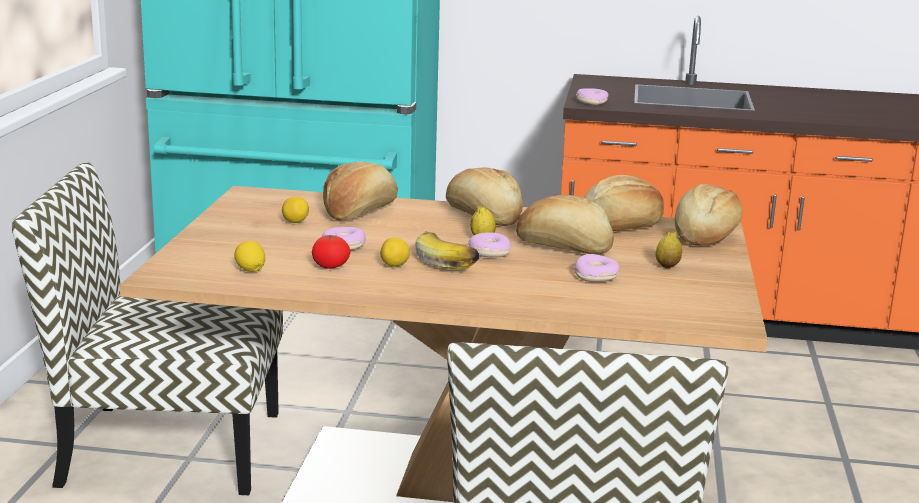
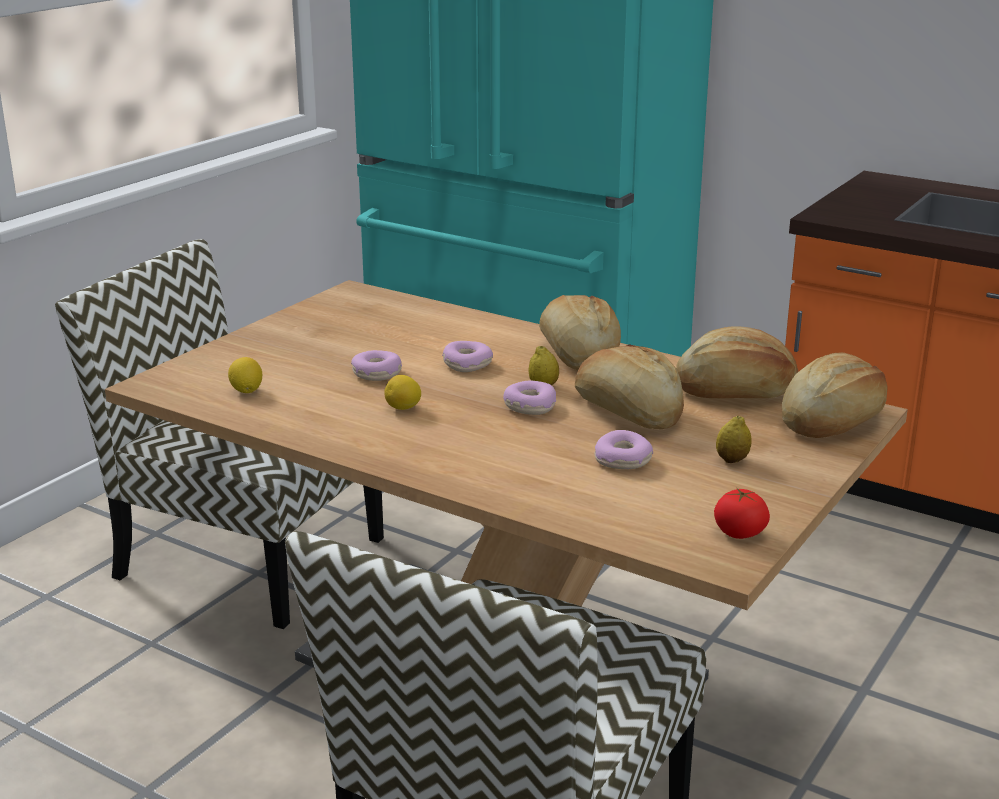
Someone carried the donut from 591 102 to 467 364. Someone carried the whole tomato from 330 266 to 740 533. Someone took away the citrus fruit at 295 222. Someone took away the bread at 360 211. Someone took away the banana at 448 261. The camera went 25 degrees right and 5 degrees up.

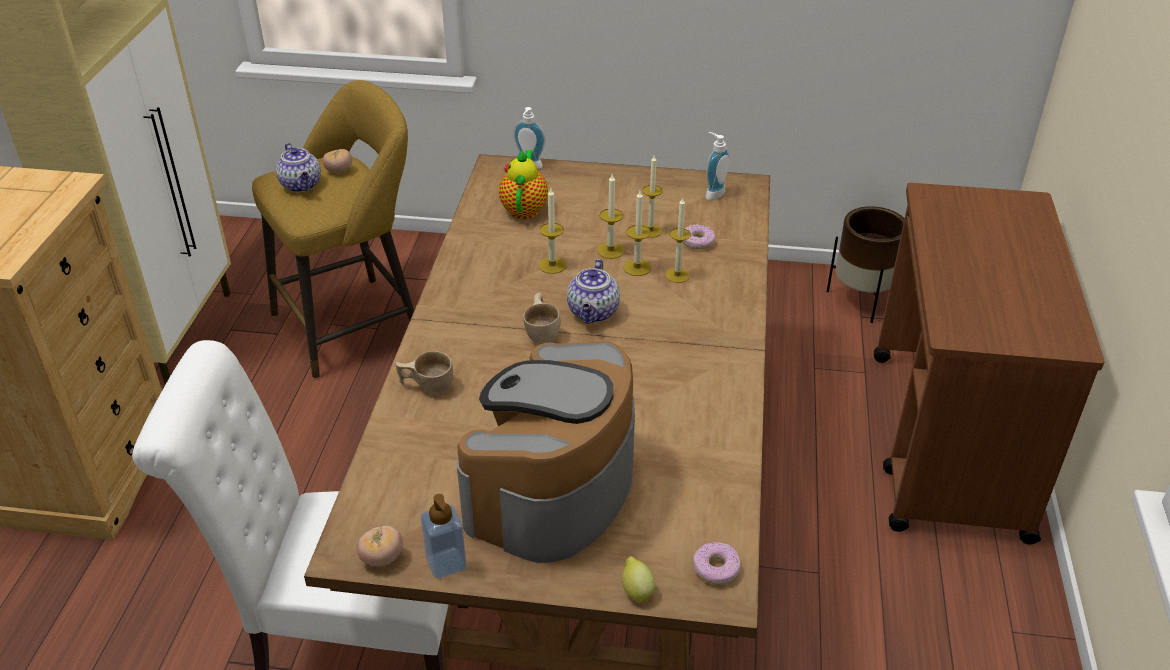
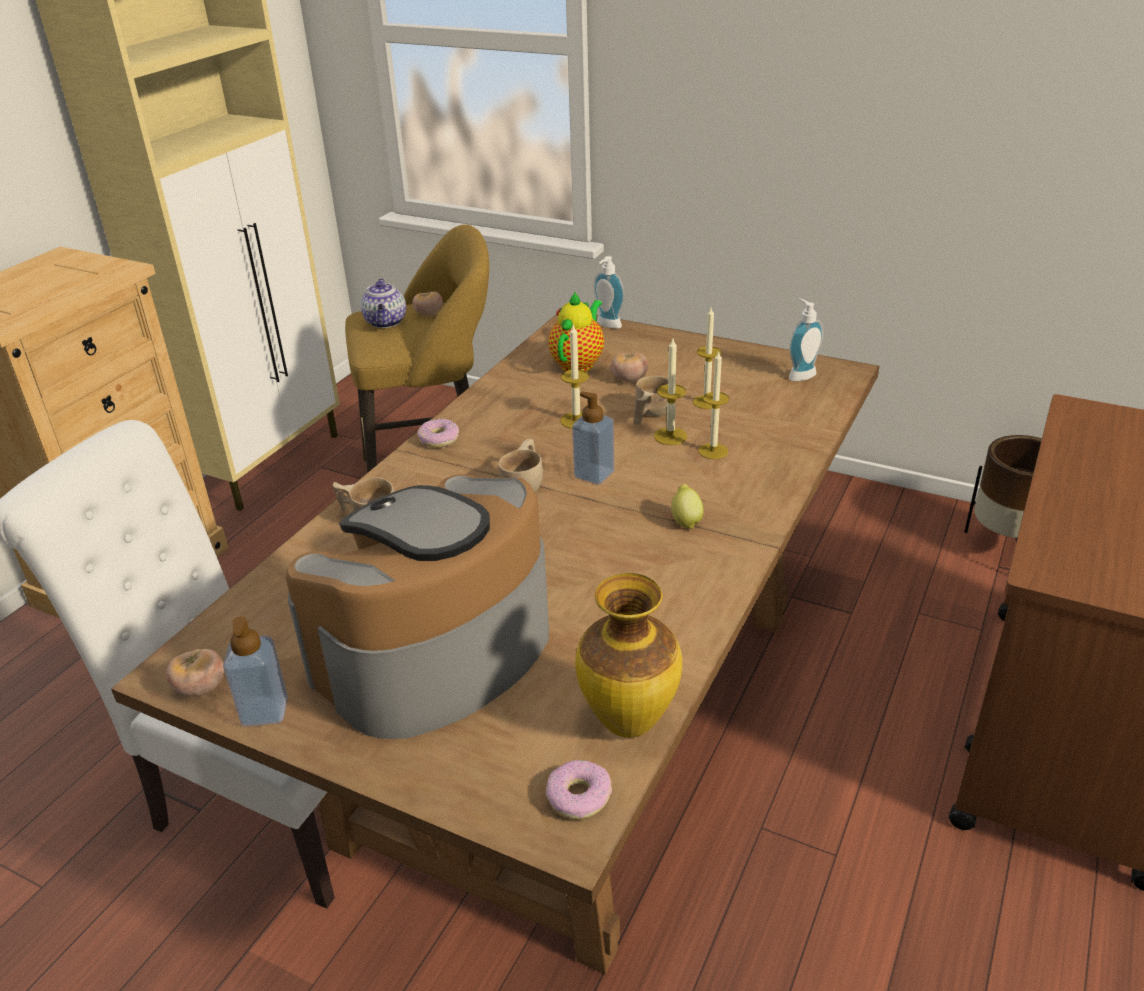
Someone carried the donut from 697 242 to 439 439. Someone swapped the pot for tea at 593 313 for the soap bottle at 594 474. Someone put down the vase at 629 721. Someone put down the whole tomato at 629 379. Someone swapped the wax light at 610 250 for the small cup (sand-coloured) at 650 415. Someone carried the citrus fruit from 636 591 to 686 521. The camera went 20 degrees right and 5 degrees down.

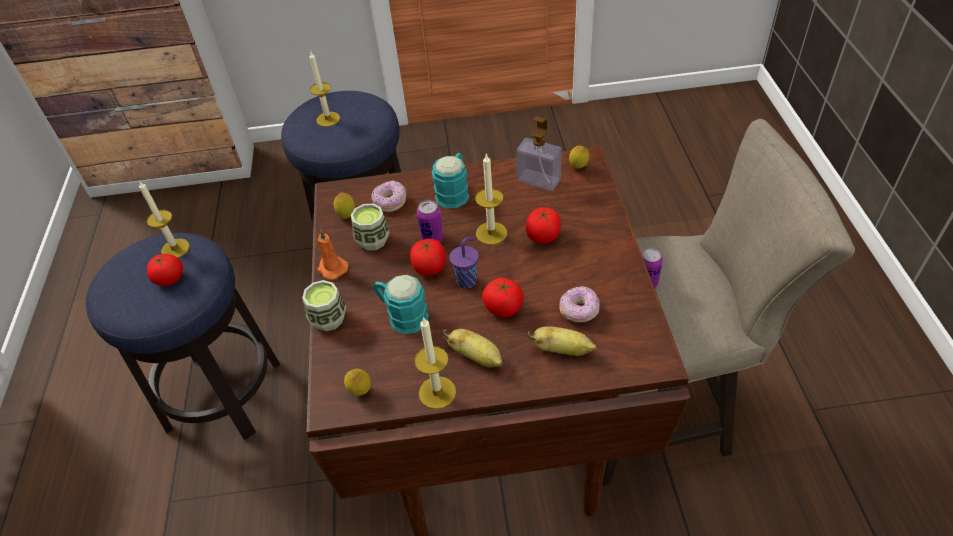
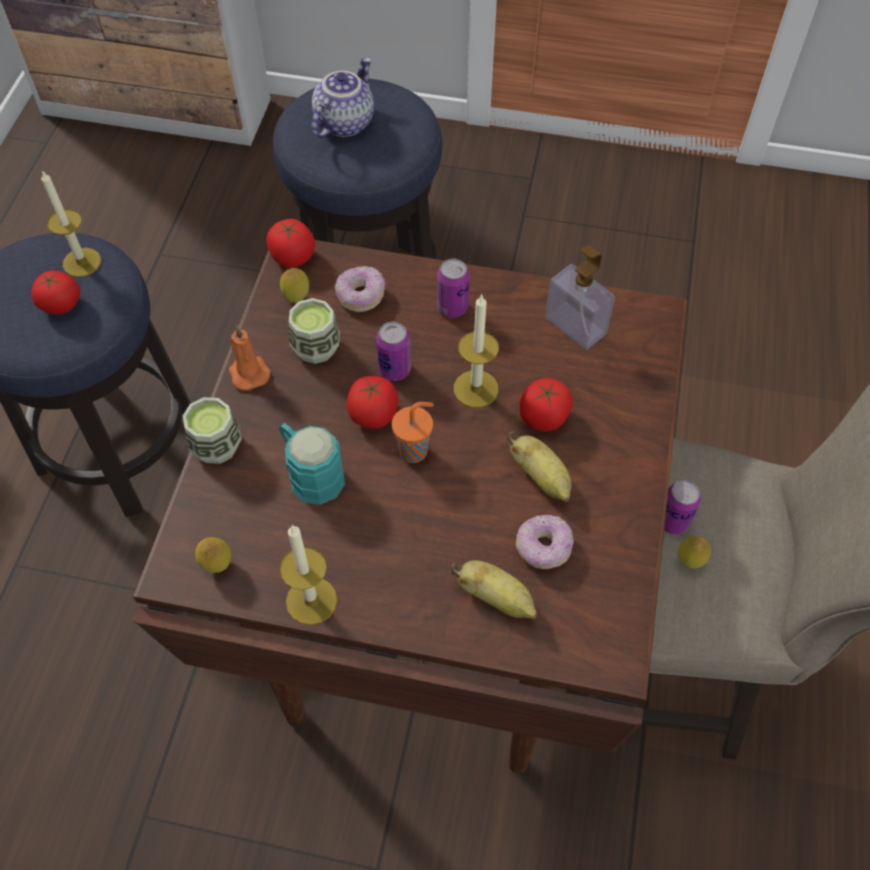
Someone carried the whole tomato from 503 308 to 292 257. Someone swapped the wax light at 328 119 for the pot for tea at 343 122. Someone repainted the small cup (purple-coloured) at 467 280, which became the small cup (orange-coloured) at 415 451. Someone swapped the mug (turquoise) at 454 192 for the can at 452 307. Someone carried the banana from 477 357 to 541 477. Someone carried the citrus fruit from 578 168 to 689 562. The camera went 15 degrees right and 10 degrees up.

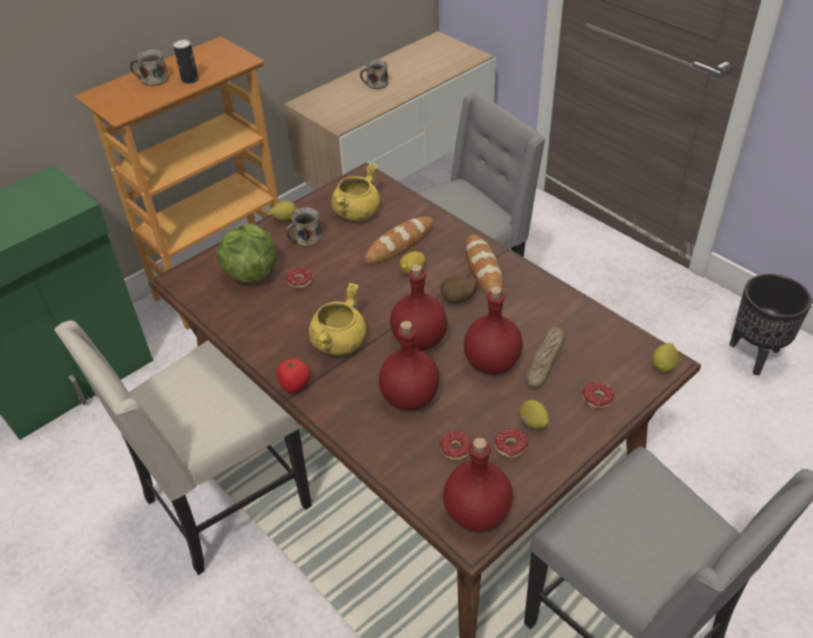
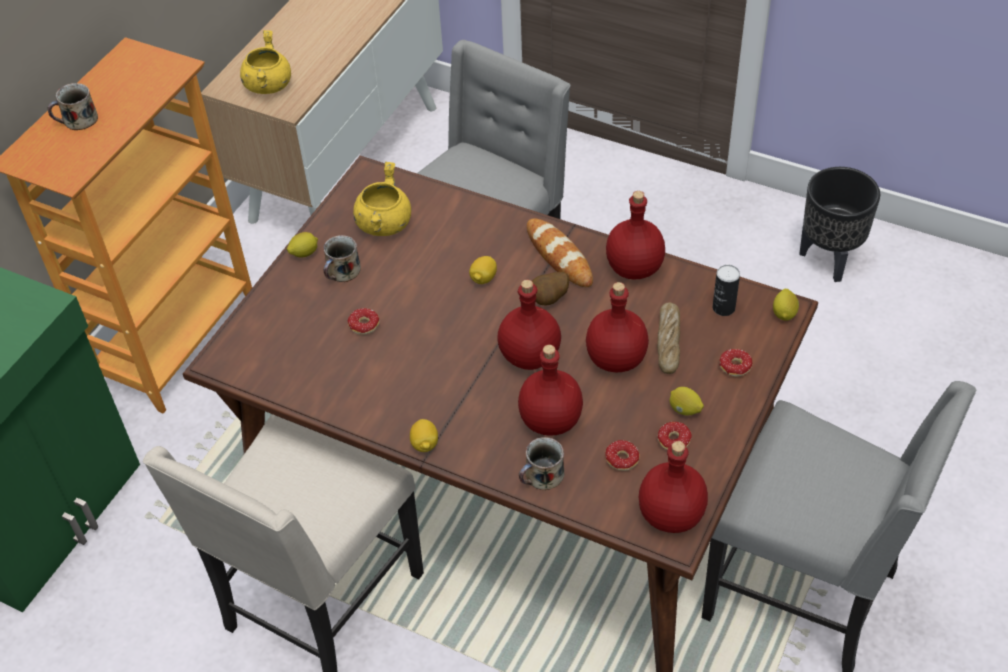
Someone carried the stockpot (yellow) from 339 342 to 268 85. Someone swapped the whole tomato at 295 386 for the citrus fruit at 424 444. Someone carried the mug from 376 84 to 542 476. Someone put down the beverage bottle (red) at 634 269. Someone carried the can from 190 79 to 723 308. Someone took away the lettuce head at 251 272. Someone took away the bread at 400 244. The camera went 20 degrees left and 5 degrees up.

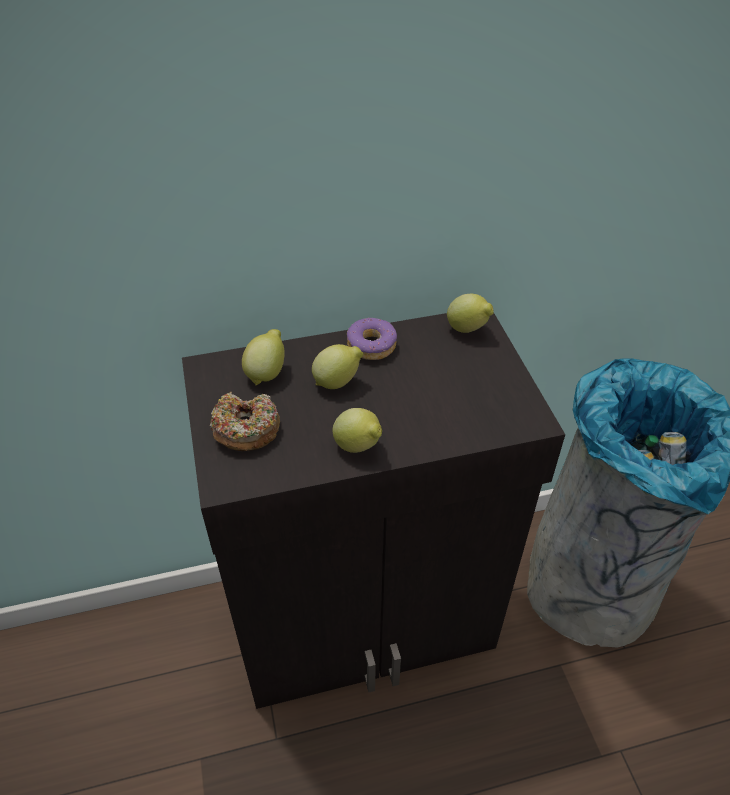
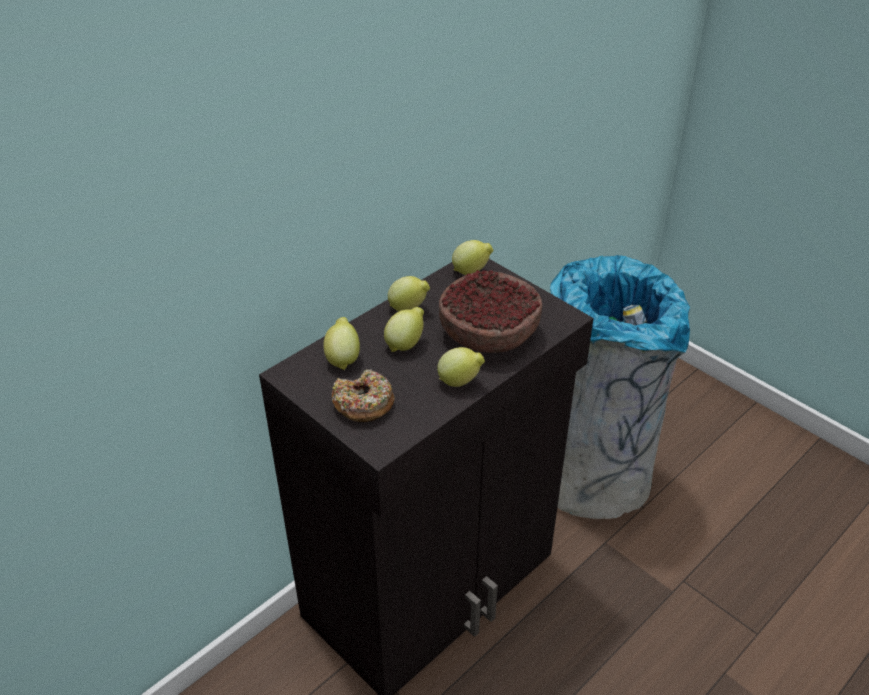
Someone swapped the donut at 372 346 for the citrus fruit at 409 309. Someone put down the bowl at 489 333. The camera went 30 degrees left and 5 degrees down.

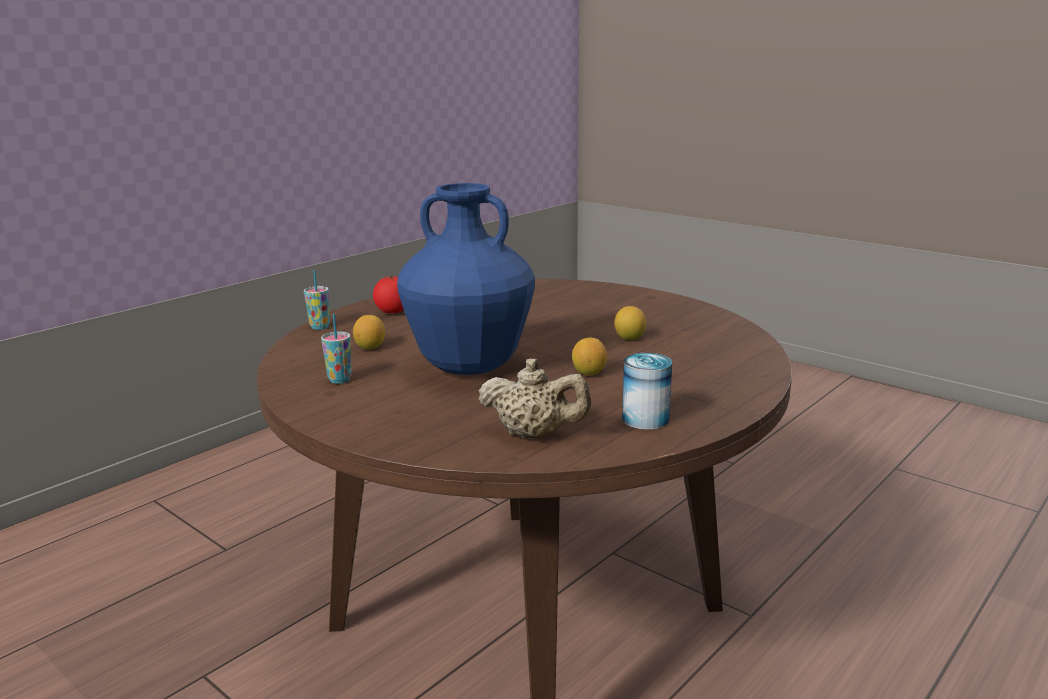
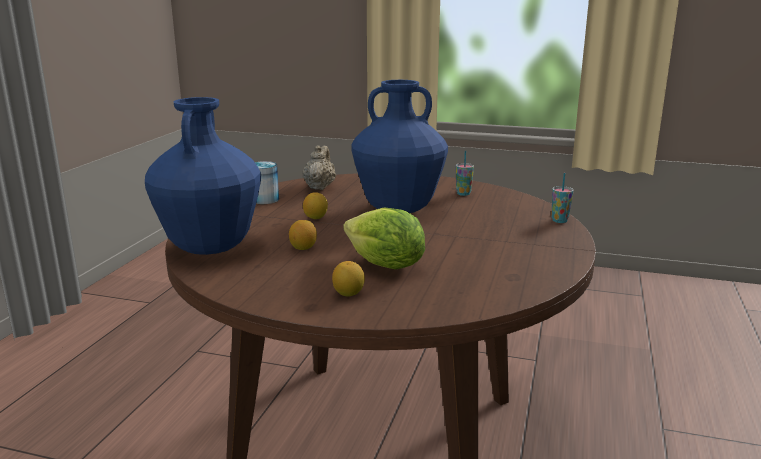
Someone put down the vase (blue) at 210 249. Someone rotated the pot for tea (sand-coloured) at 534 434 by 105 degrees clockwise. Someone carried the citrus fruit from 370 347 to 348 294. Someone put down the lettuce head at 385 266. Someone took away the whole tomato at 392 312. The camera went 155 degrees right and 0 degrees up.

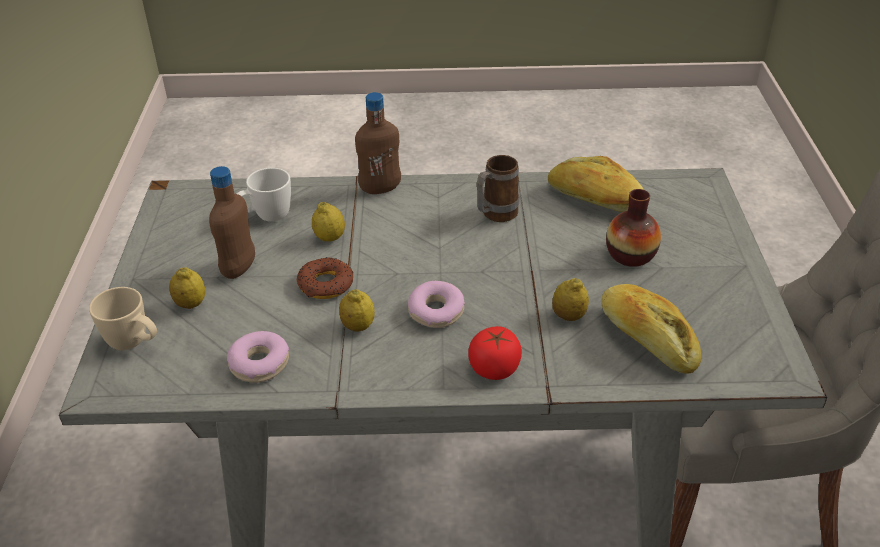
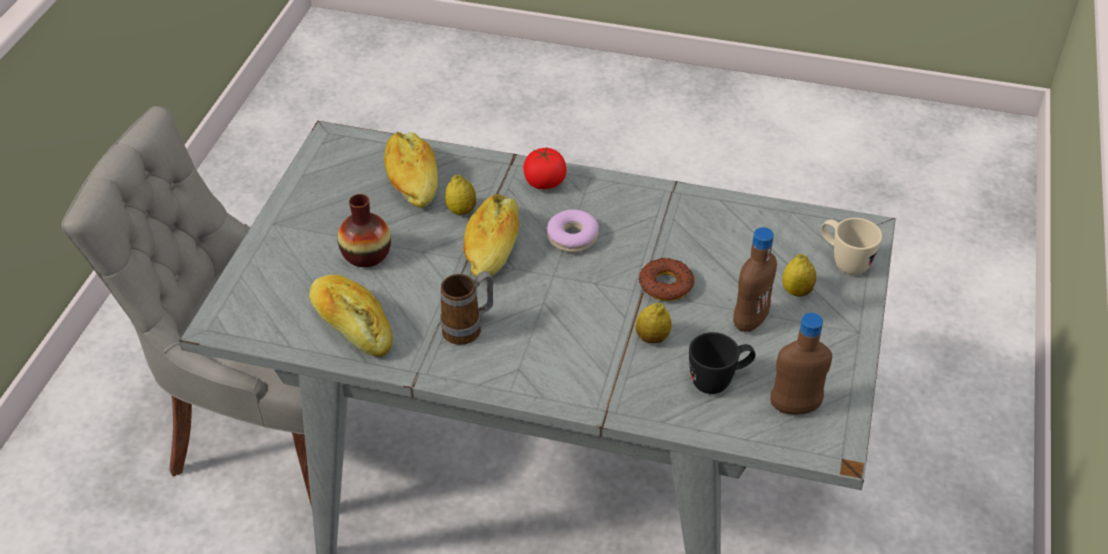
Someone put down the bread at 493 247. Someone repainted the mug (white-coloured) at 266 218, which became the mug (blackish) at 719 381. Someone carried the beverage bottle (brownish) from 380 189 to 795 407. Someone took away the donut at 260 364. Someone took away the citrus fruit at 358 326. The camera went 165 degrees left and 5 degrees up.

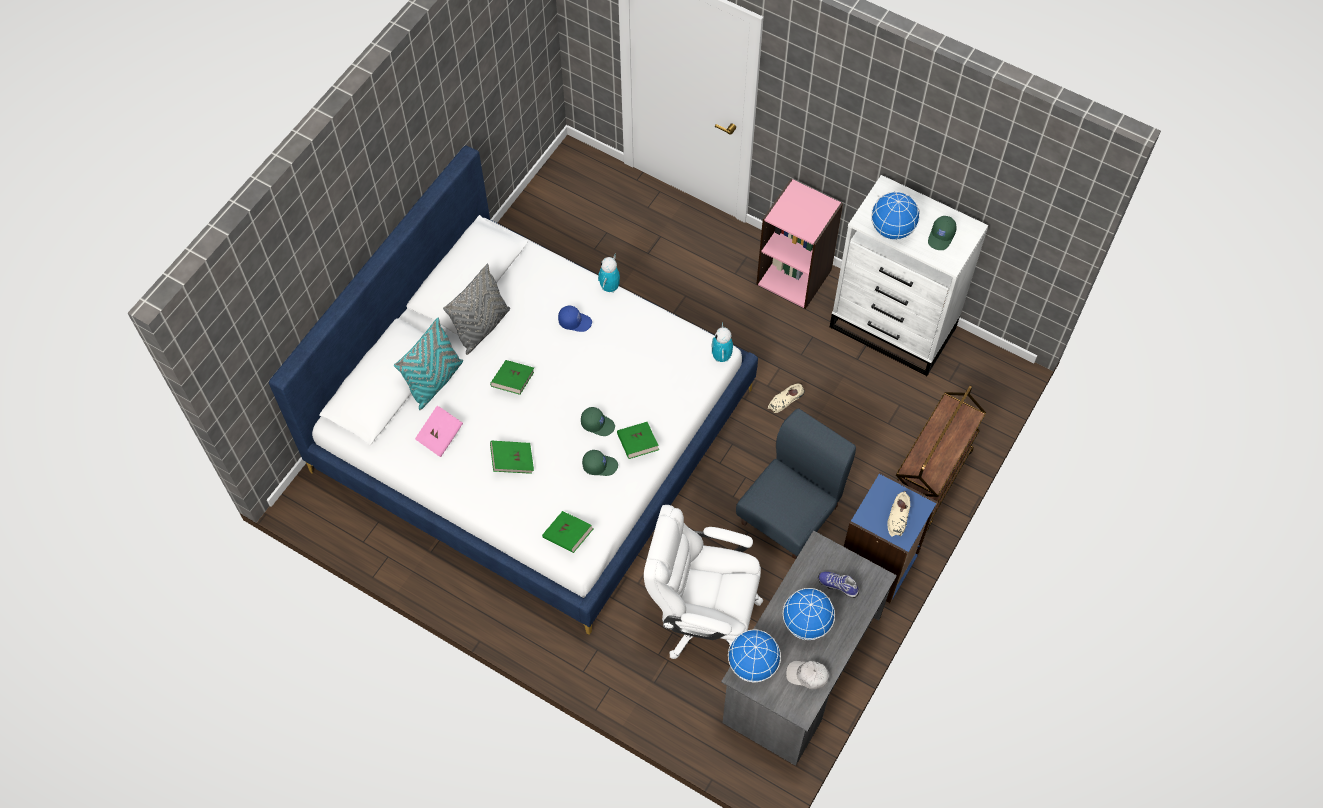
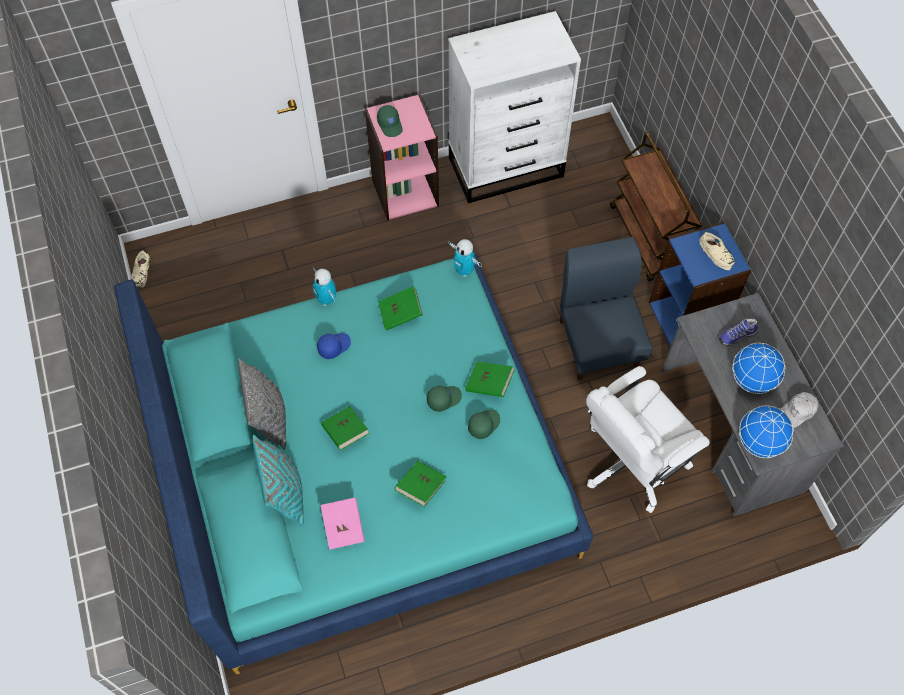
Someone repainted the bedroom bed (white-coloured) at 533 429, which became the bedroom bed (turquoise) at 364 464. Someone carried the low shoe (sand-coloured) from 785 400 to 142 272. Someone carried the baseball cap (green-coloured) from 941 237 to 390 125. Someone carried the bound book (green-coloured) from 568 536 to 400 314. Someone took away the desk globe at 892 230. The camera went 50 degrees left and 0 degrees up.

